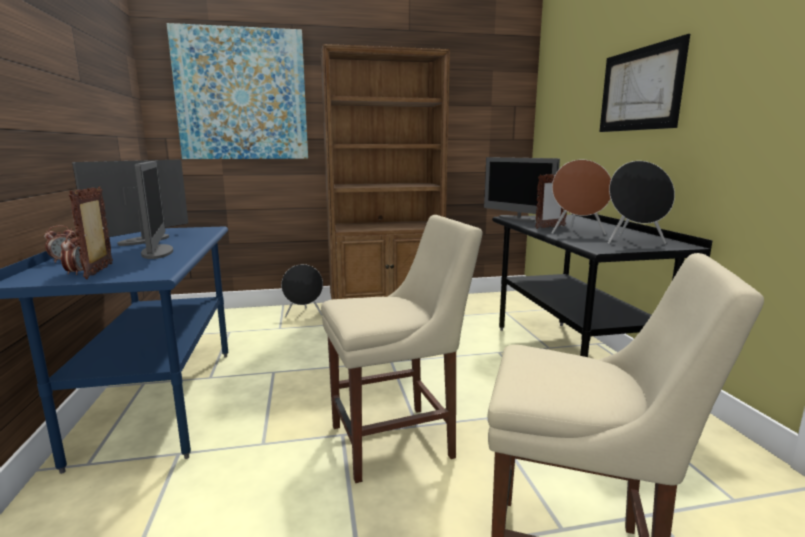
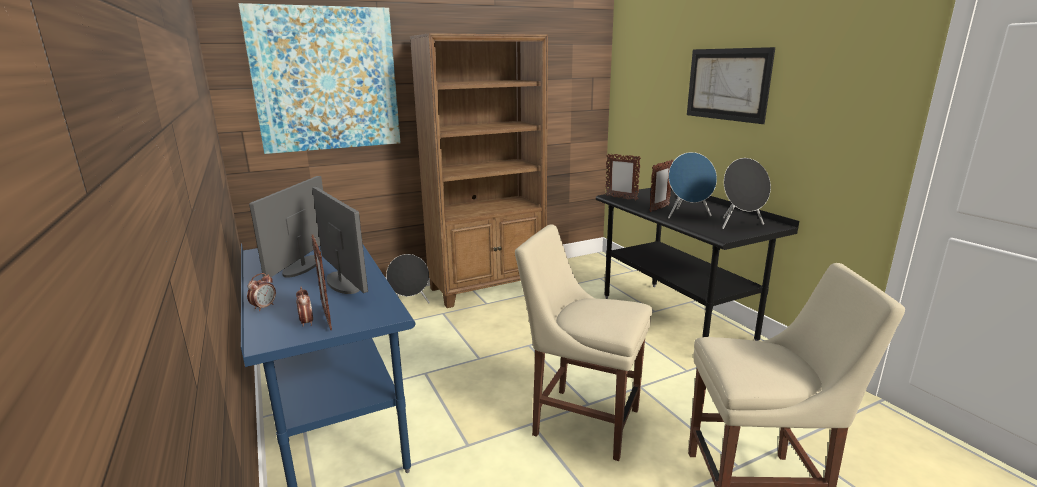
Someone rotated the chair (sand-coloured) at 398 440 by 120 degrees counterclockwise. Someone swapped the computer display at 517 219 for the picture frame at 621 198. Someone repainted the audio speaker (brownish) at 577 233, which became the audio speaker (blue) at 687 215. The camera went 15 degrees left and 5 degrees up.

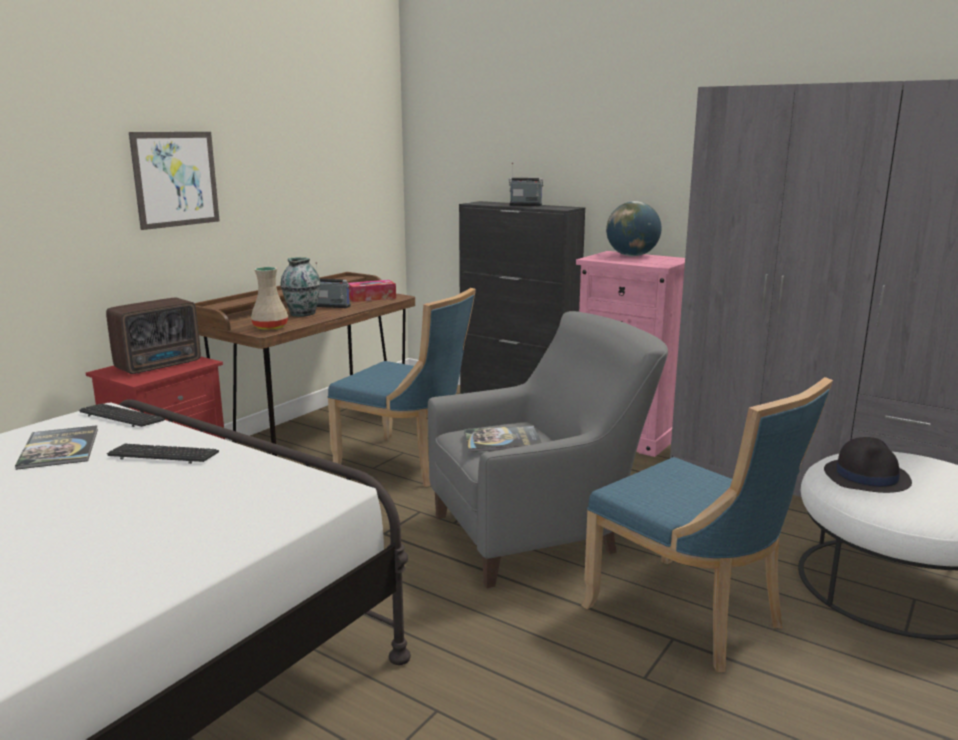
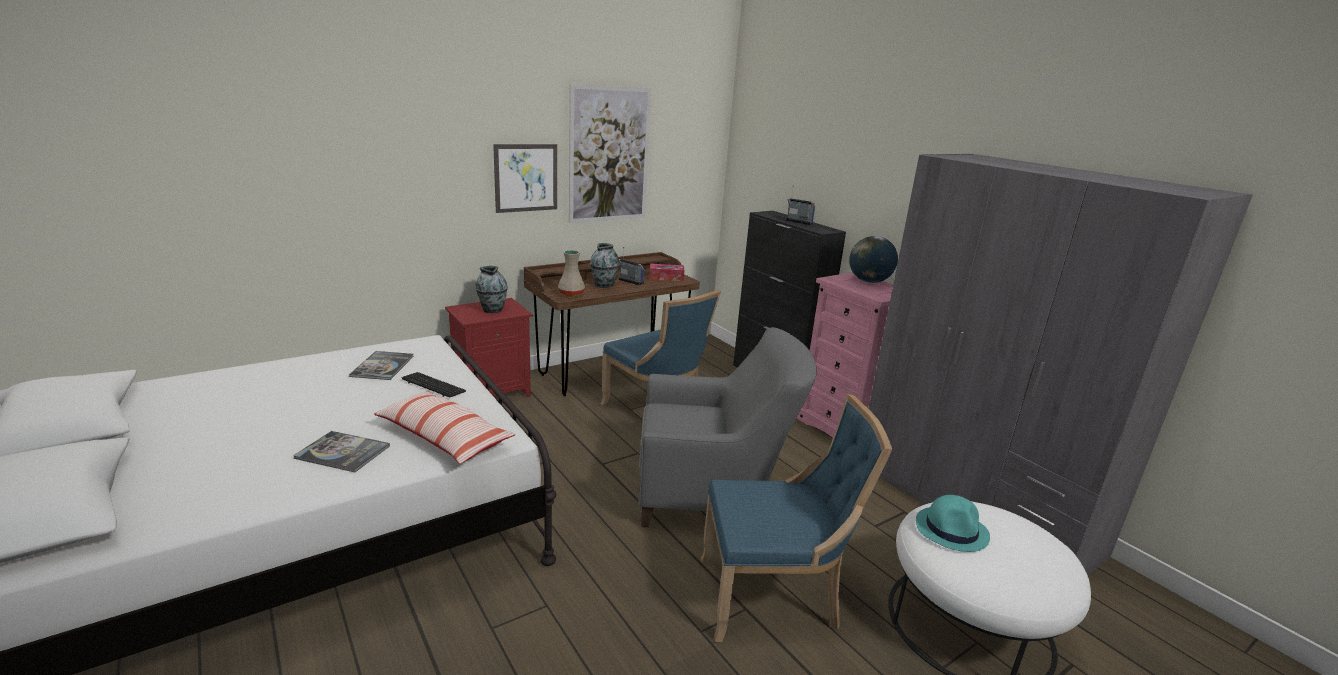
Someone carried the bound book from 502 440 to 343 452. Someone put down the throw pillow at 444 438. Someone swapped the radio set at 161 365 for the vase at 492 309. Someone put up the picture at 609 155. Someone rotated the chair (blue) at 691 617 by 75 degrees counterclockwise. Someone repainted the clothing hat (blackish) at 866 477, which became the clothing hat (turquoise) at 952 530. Someone took away the PC keyboard at 121 417. The camera went 20 degrees right and 5 degrees up.

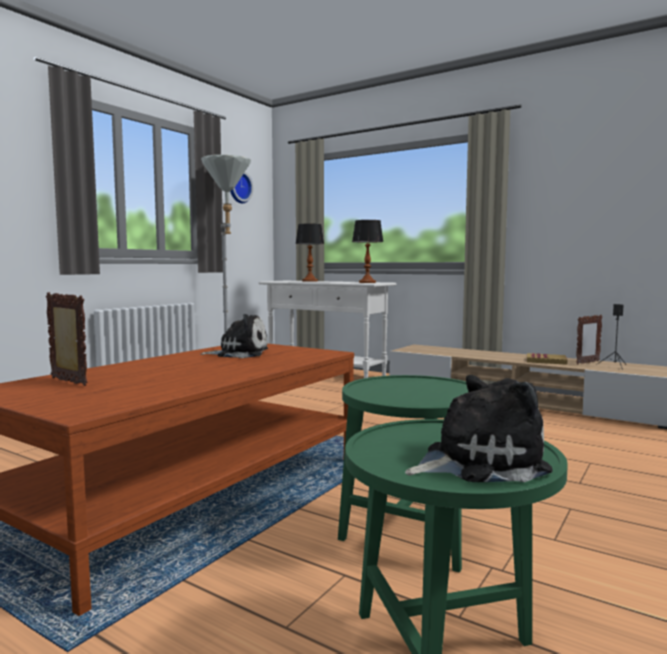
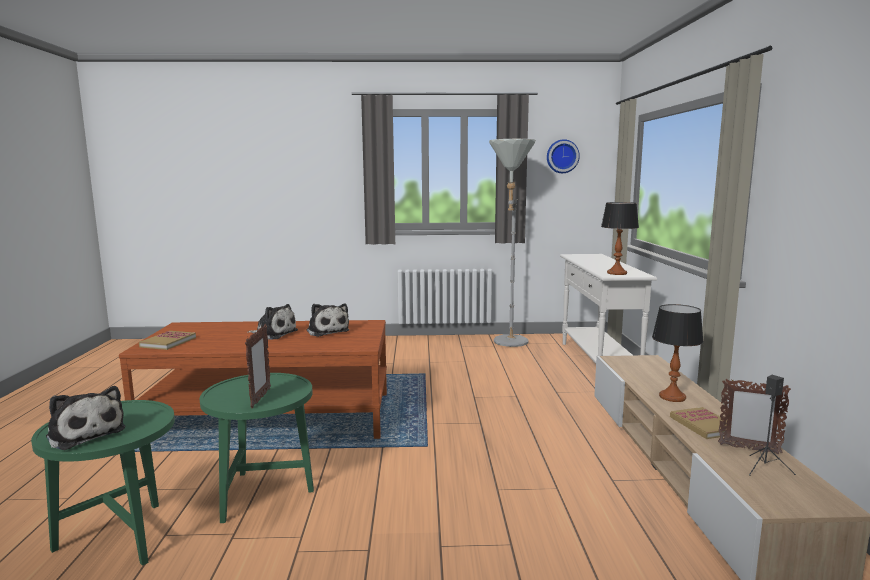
Someone put down the bound book at 168 342. Someone carried the picture frame from 68 382 to 260 398. Someone put down the soft toy at 273 334. Someone carried the lamp for a table from 309 281 to 672 397. The camera went 55 degrees right and 5 degrees up.

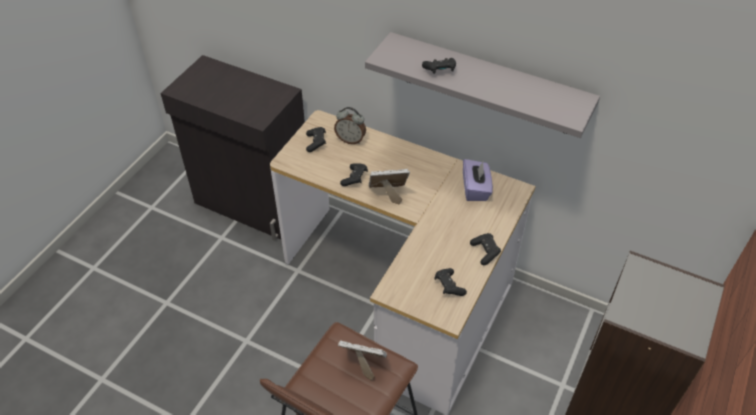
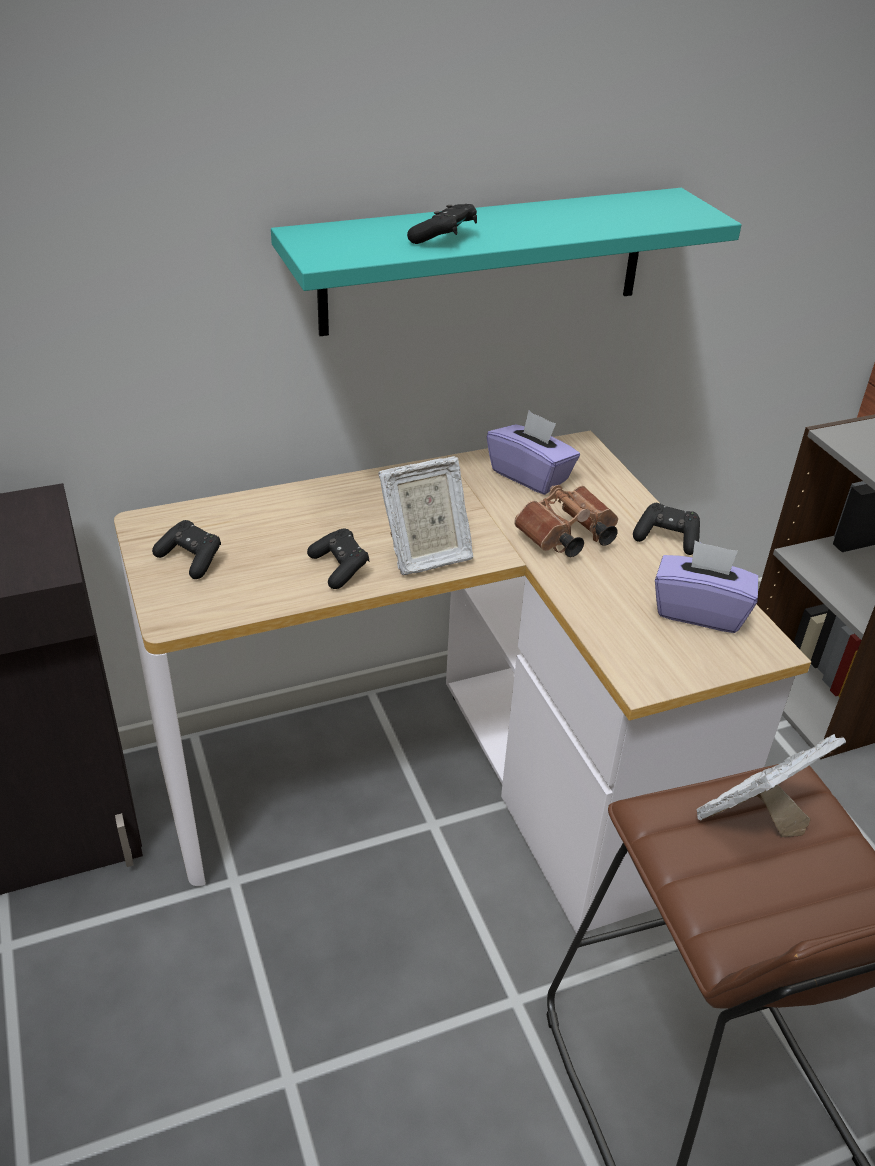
Someone repainted the wall shelf (greyish) at 487 84, which became the wall shelf (turquoise) at 485 261. Someone rotated the picture frame at 388 194 by 150 degrees counterclockwise. Someone put down the pair of binoculars (brownish) at 565 538. Someone swapped the gamepad (blackish) at 449 286 for the box of tissues (purple-coloured) at 699 611. Someone took away the table clock at 350 140. The camera went 50 degrees left and 10 degrees down.

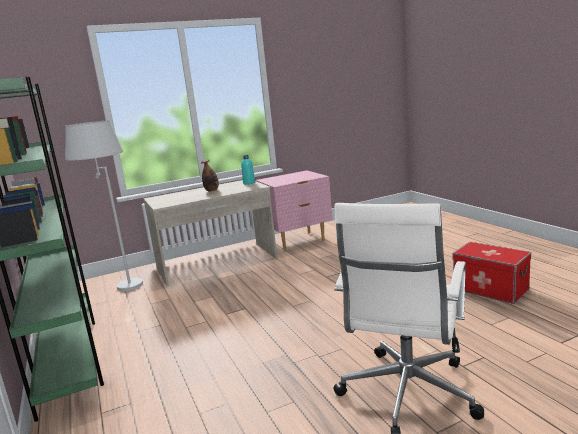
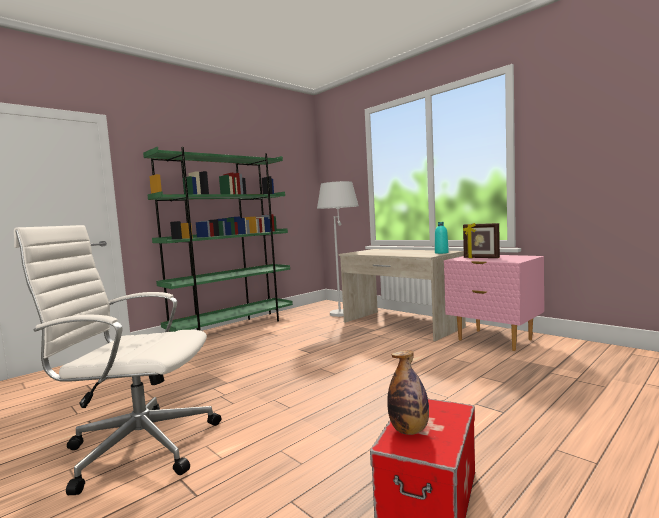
Someone carried the beverage bottle from 212 190 to 409 430. Someone put down the picture frame at 481 258. The camera went 70 degrees right and 10 degrees down.

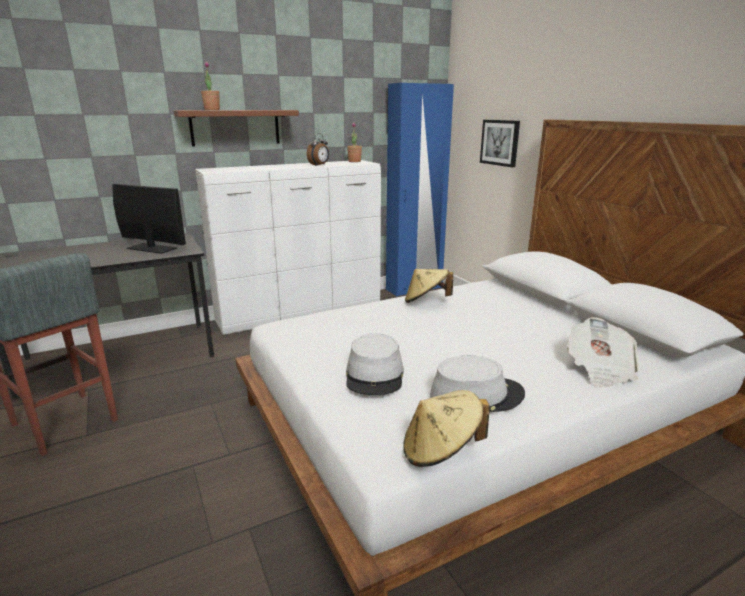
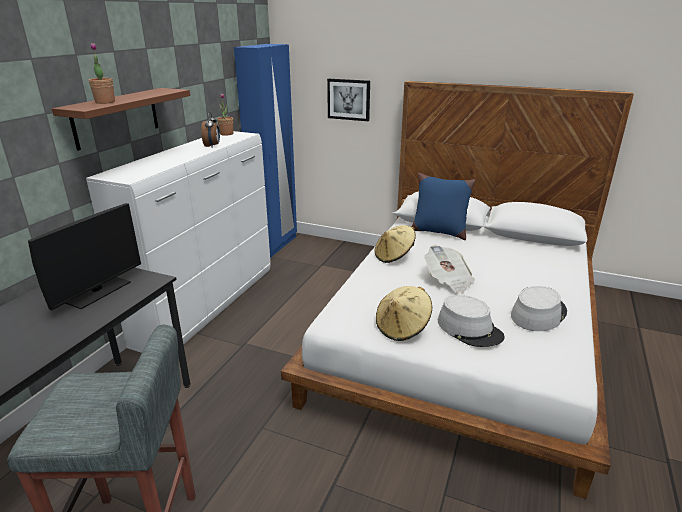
Someone rotated the computer display at 151 248 by 135 degrees clockwise. Someone carried the clothing hat (sand-coloured) from 441 451 to 402 328. Someone put down the throw pillow (blue) at 438 232. Someone carried the daily paper from 599 369 to 448 281. The camera went 40 degrees left and 5 degrees up.

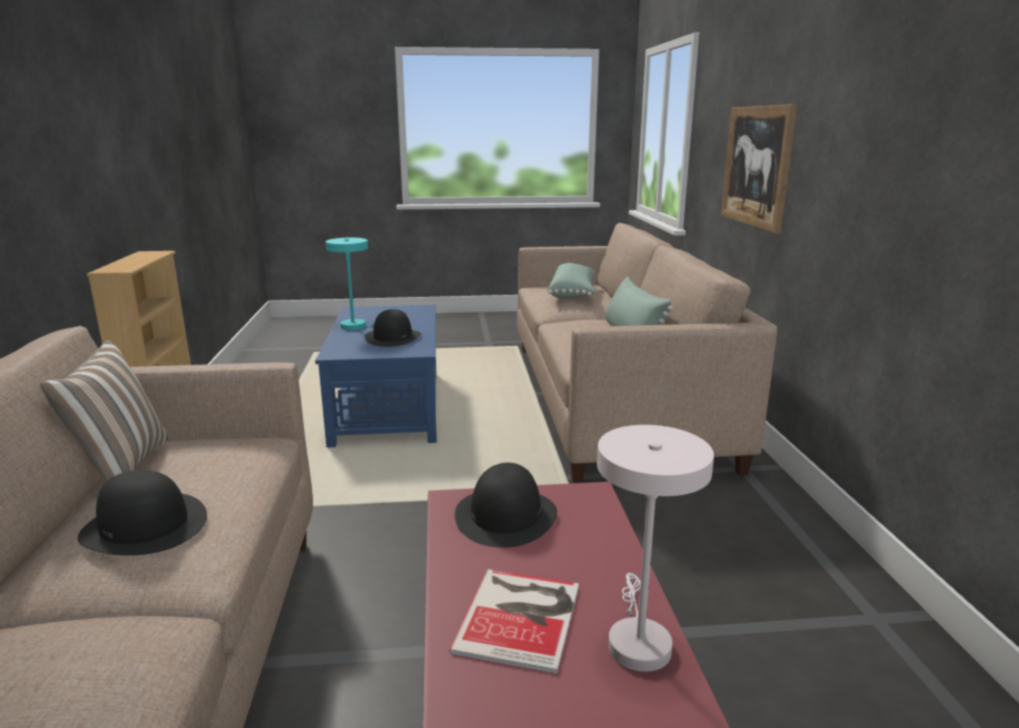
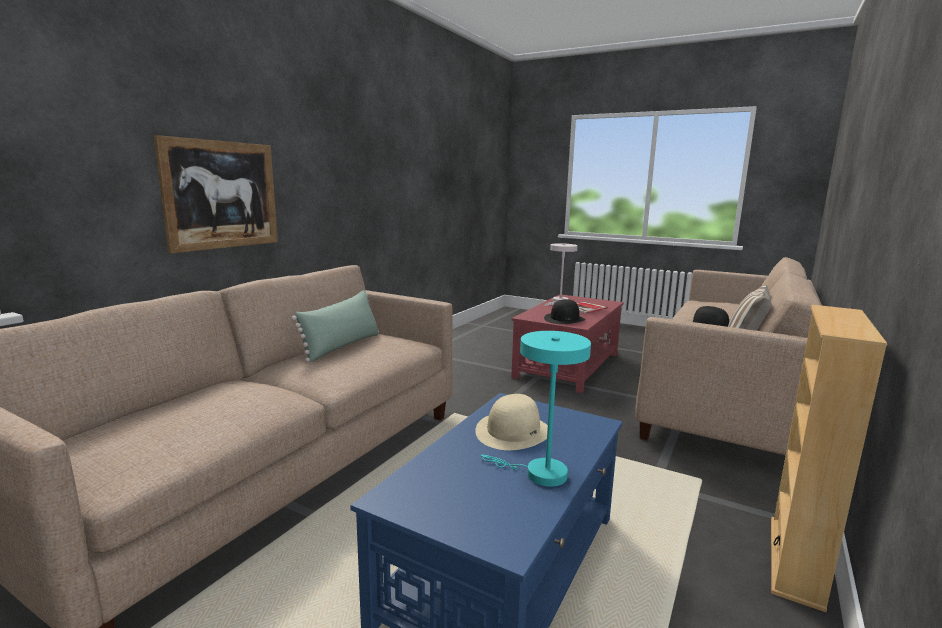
Someone repainted the clothing hat (blackish) at 393 337, which became the clothing hat (sand-coloured) at 513 431. Someone took away the throw pillow (green-coloured) at 573 294. The camera went 145 degrees left and 5 degrees down.

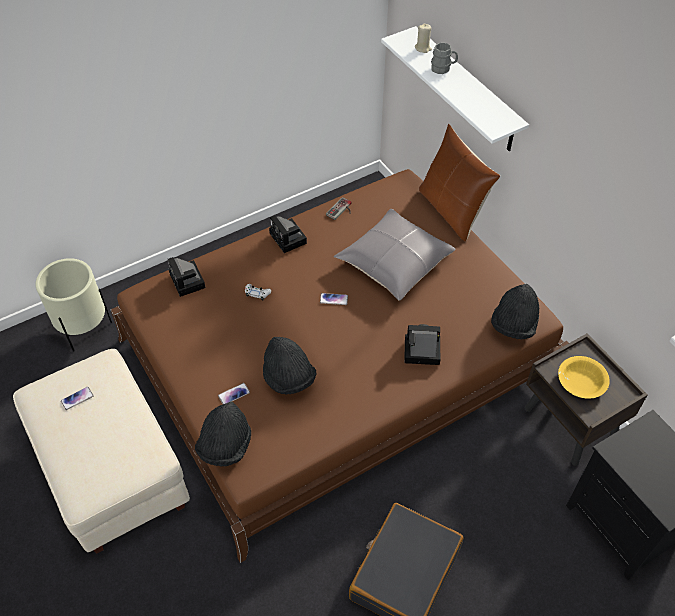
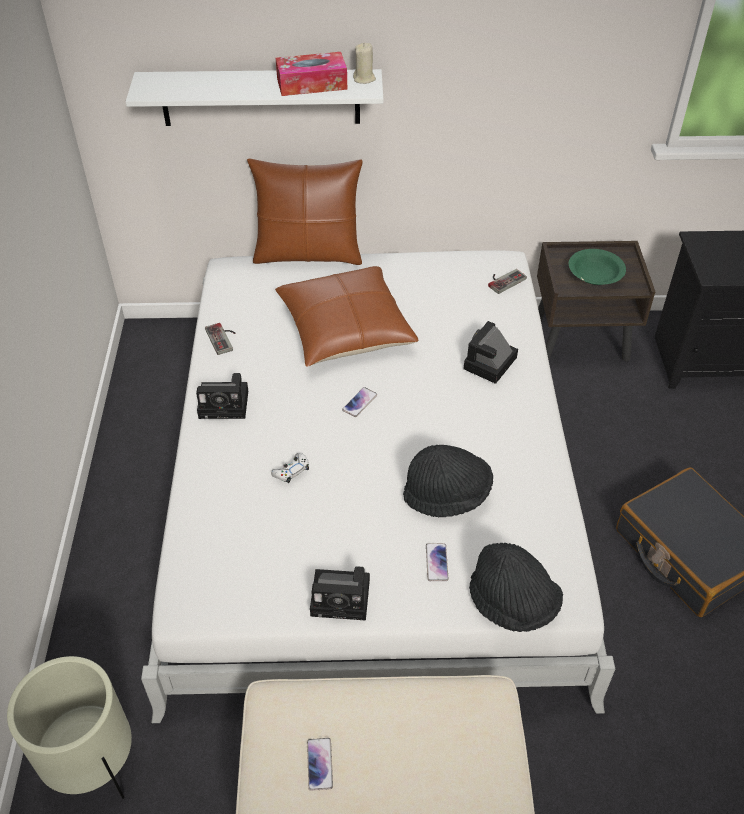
Someone repainted the bedroom bed (brownish) at 336 358, which became the bedroom bed (white-coloured) at 371 484. Someone repainted the throw pillow (greyish) at 394 263, which became the throw pillow (brownish) at 345 329. Someone put down the box of tissues at 312 84. Someone carried the still camera from 188 282 to 343 598. Someone carried the wax light (sand-coloured) from 423 48 to 364 79. Someone swapped the clothing hat (blackish) at 513 325 for the gamepad at 504 280. Someone repainted the bowl (yellow) at 581 382, which became the bowl (green-coloured) at 595 274. Someone took away the mug (greyish) at 443 68. The camera went 60 degrees left and 5 degrees down.

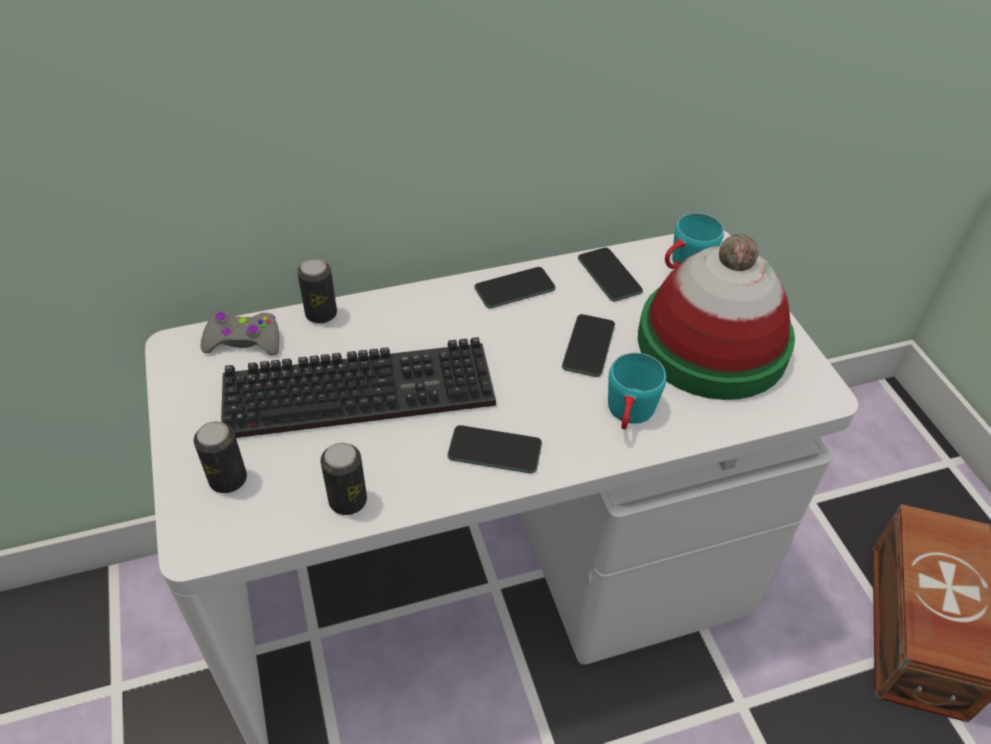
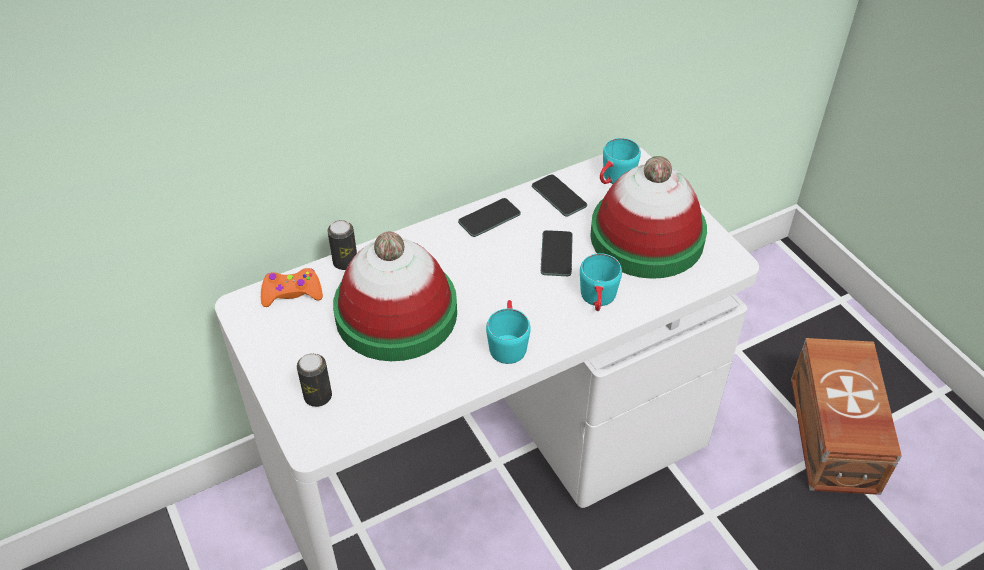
Someone repainted the gamepad (greyish) at 243 341, which became the gamepad (orange-coloured) at 292 293. Someone swapped the PC keyboard at 363 388 for the clothing hat at 396 313. Someone swapped the telephone at 494 450 for the mug (turquoise) at 507 342. Someone took away the can at 348 501. The camera went 10 degrees left and 0 degrees up.

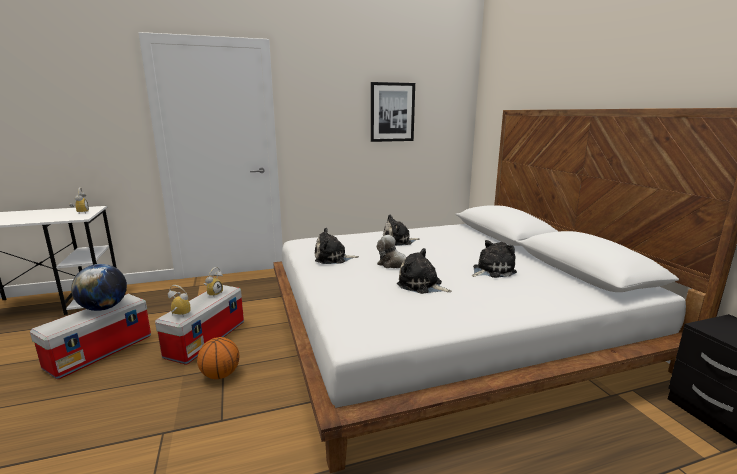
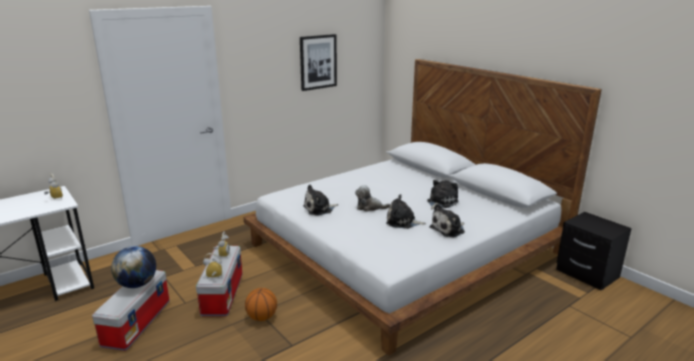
Someone carried the soft toy from 399 241 to 449 229. The camera went 20 degrees left and 5 degrees up.

